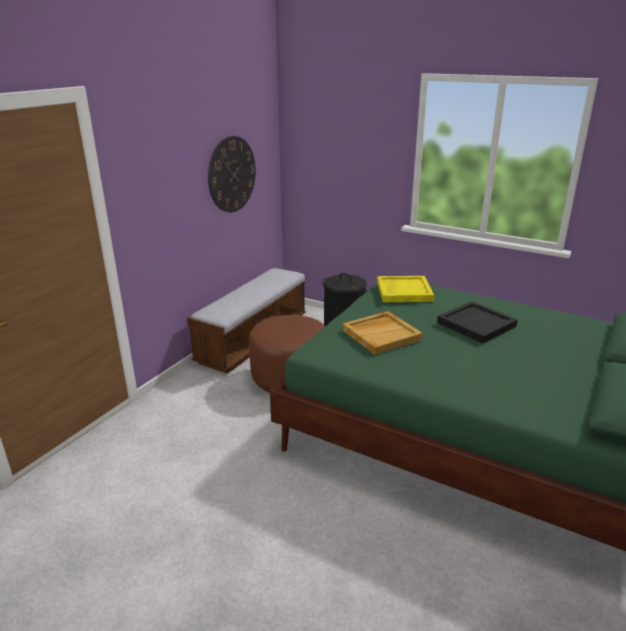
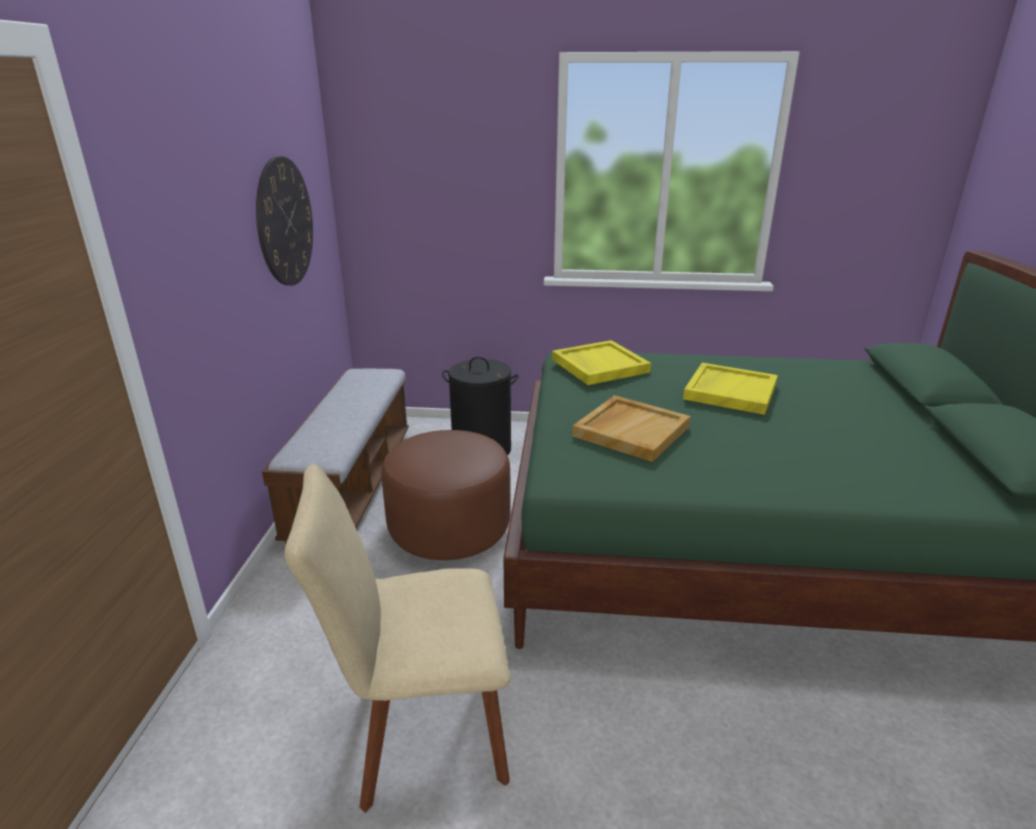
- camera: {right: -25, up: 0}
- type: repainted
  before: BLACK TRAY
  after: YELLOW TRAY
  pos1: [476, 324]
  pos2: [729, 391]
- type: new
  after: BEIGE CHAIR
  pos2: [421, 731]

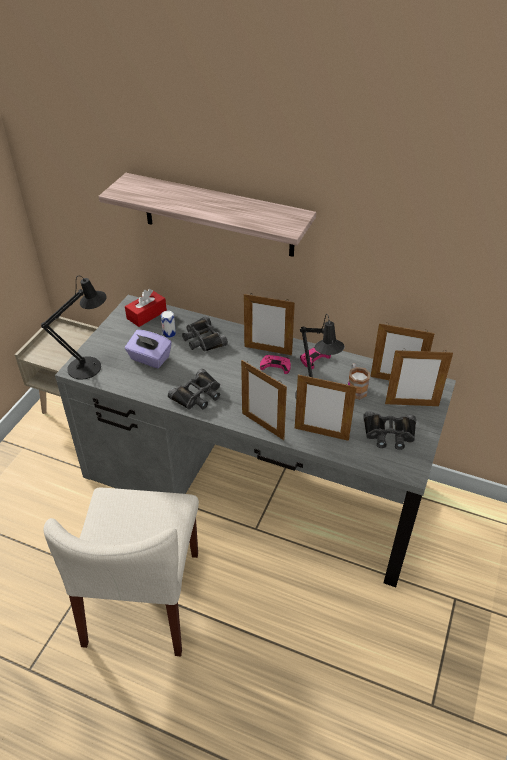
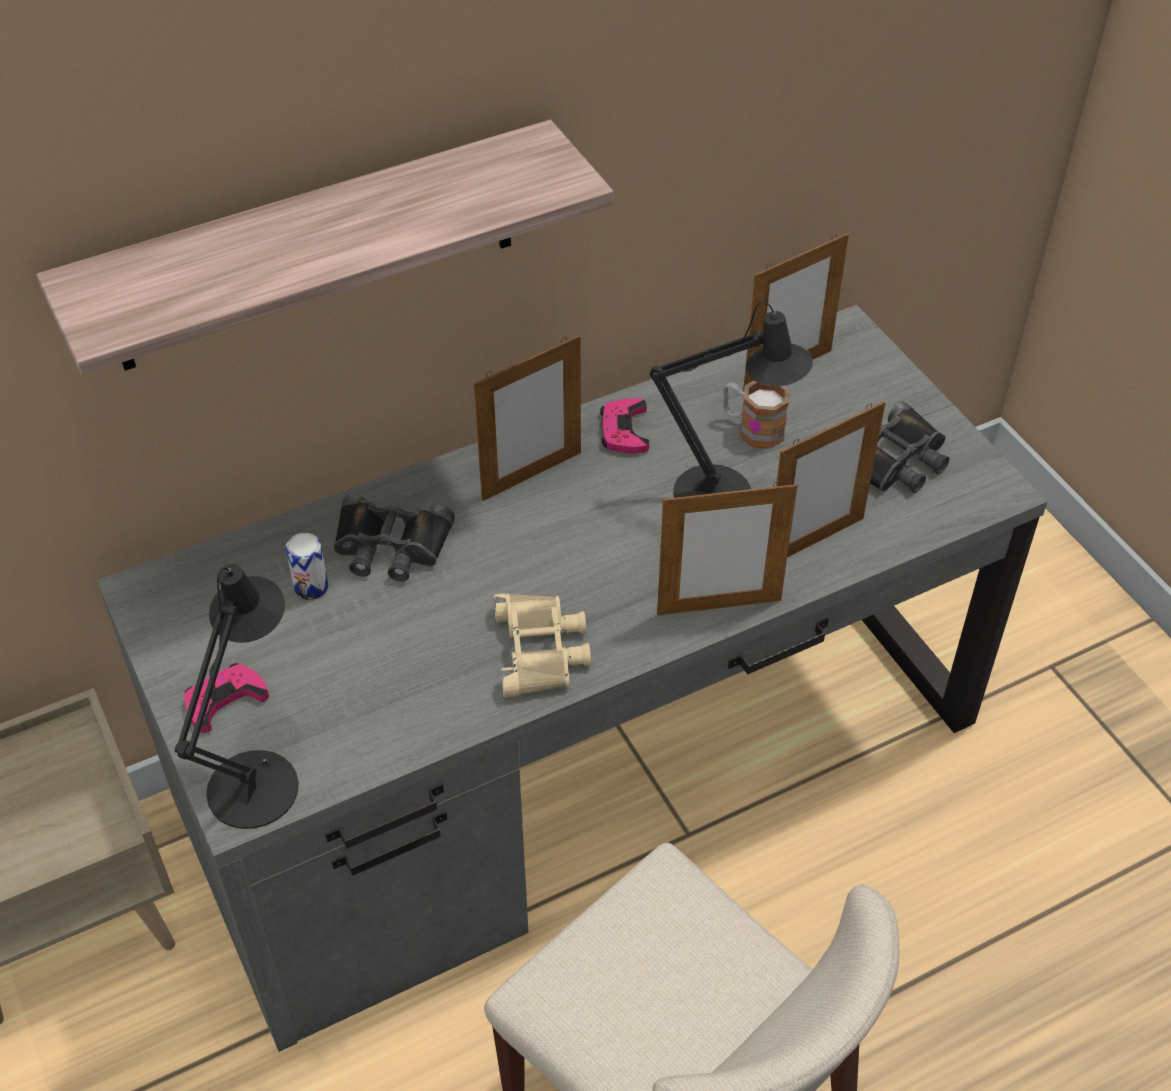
- camera: {right: -50, up: 5}
- type: gone
  before: RED TISSUE BOX
  pos1: [146, 314]
- type: gone
  before: PURPLE TISSUE BOX
  pos1: [149, 359]
- type: gone
  before: PICTURE FRAME
  pos1: [411, 404]
- type: shifted
  before: PINK GAME CONTROLLER
  pos1: [275, 366]
  pos2: [224, 700]
- type: repainted
  before: BLACK BINOCULARS
  after: BEIGE BINOCULARS
  pos1: [198, 395]
  pos2: [541, 649]

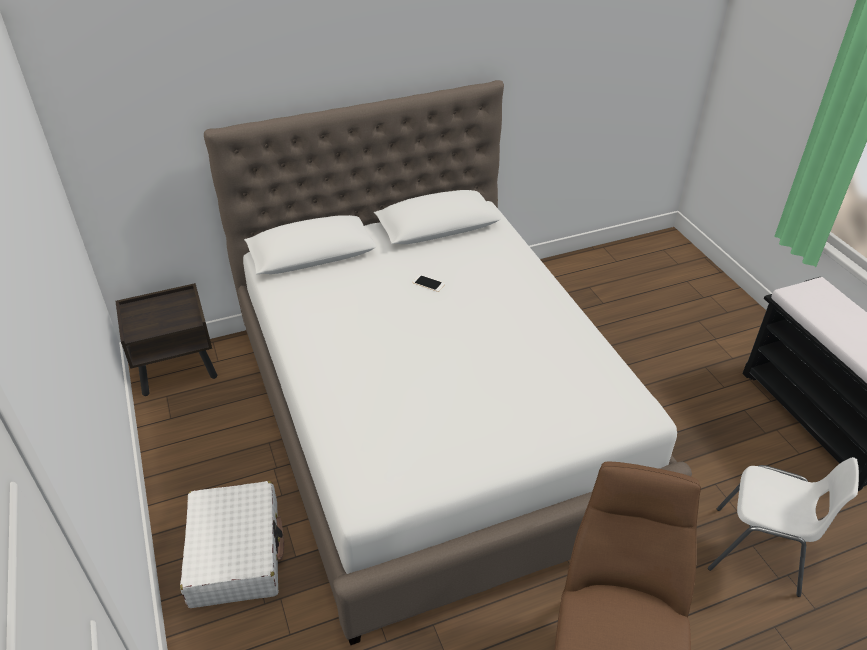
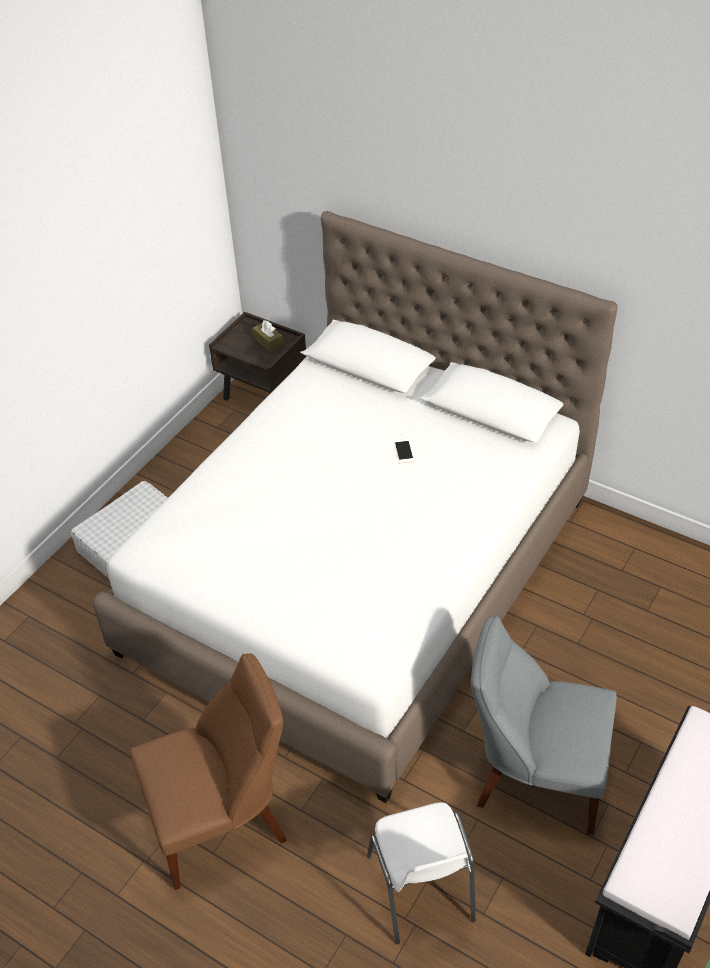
- camera: {right: 55, up: 5}
- type: new
  after: BROWN TISSUE BOX
  pos2: [268, 342]
- type: new
  after: GREY CHAIR
  pos2: [534, 776]

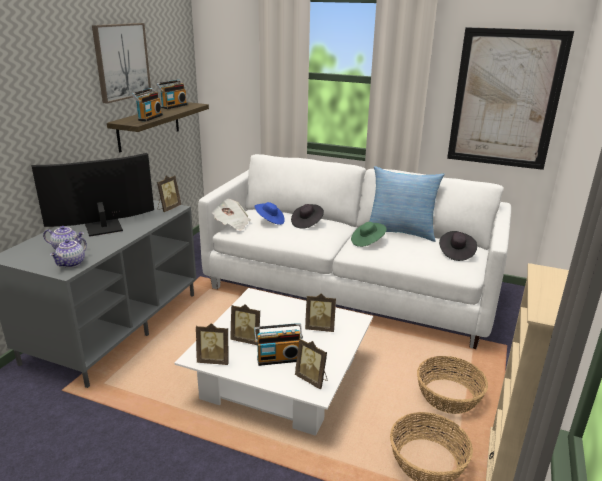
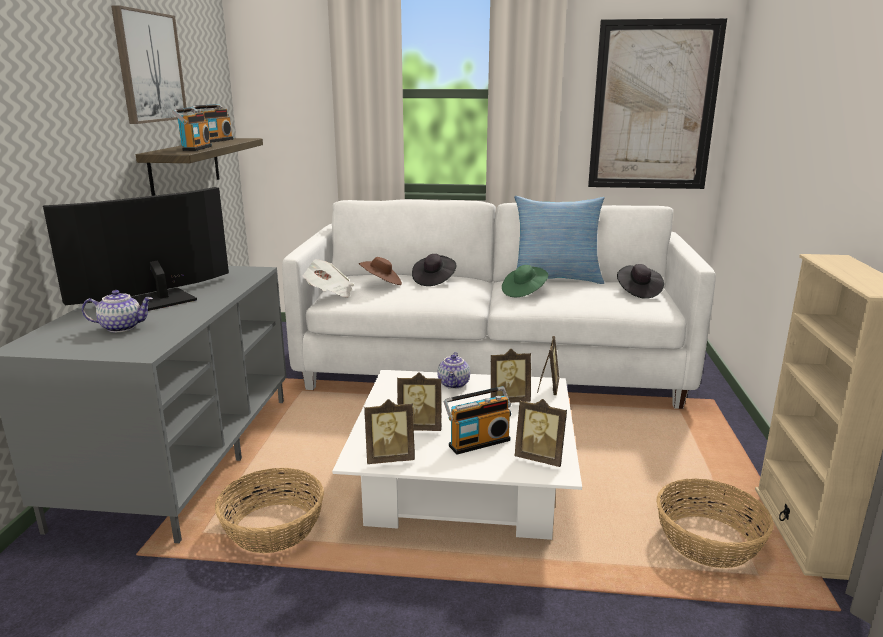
- camera: {right: -15, up: -5}
- type: shifted
  before: PICTURE FRAME
  pos1: [168, 208]
  pos2: [548, 388]
- type: repainted
  before: BLUE HAT
  after: BROWN HAT
  pos1: [270, 221]
  pos2: [381, 283]
- type: shifted
  before: TEAPOT
  pos1: [72, 264]
  pos2: [454, 384]
- type: shifted
  before: BASKET
  pos1: [449, 396]
  pos2: [274, 528]

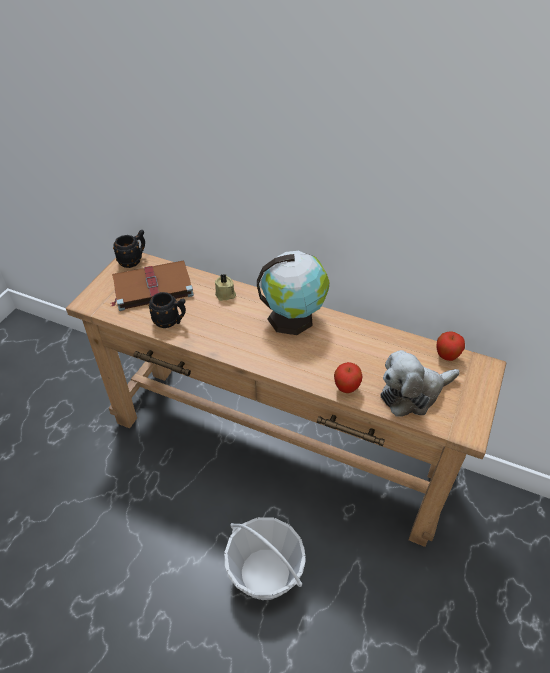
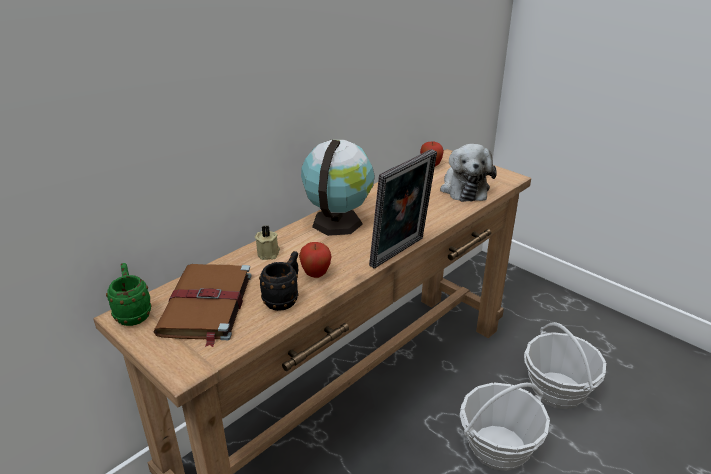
- camera: {right: -70, up: -15}
- type: repainted
  before: BLACK MUG
  after: GREEN MUG
  pos1: [133, 260]
  pos2: [133, 313]
- type: shifted
  before: APPLE
  pos1: [346, 388]
  pos2: [316, 275]
- type: new
  after: PICTURE FRAME
  pos2: [400, 253]
- type: new
  after: BASKET
  pos2: [557, 390]

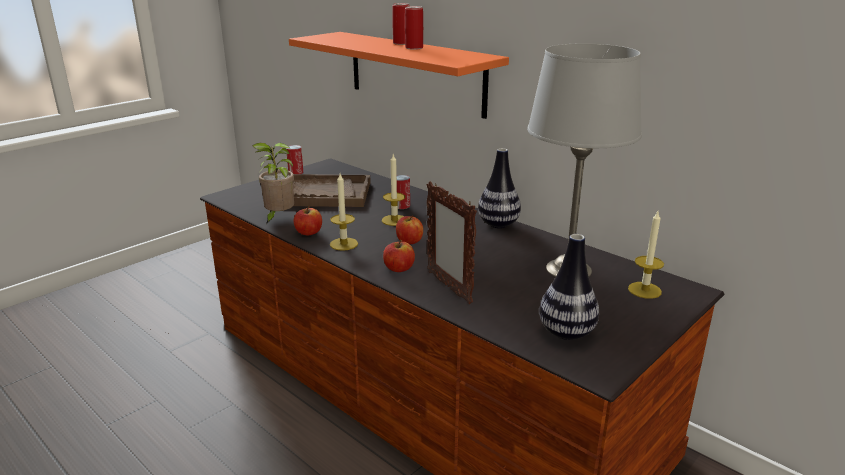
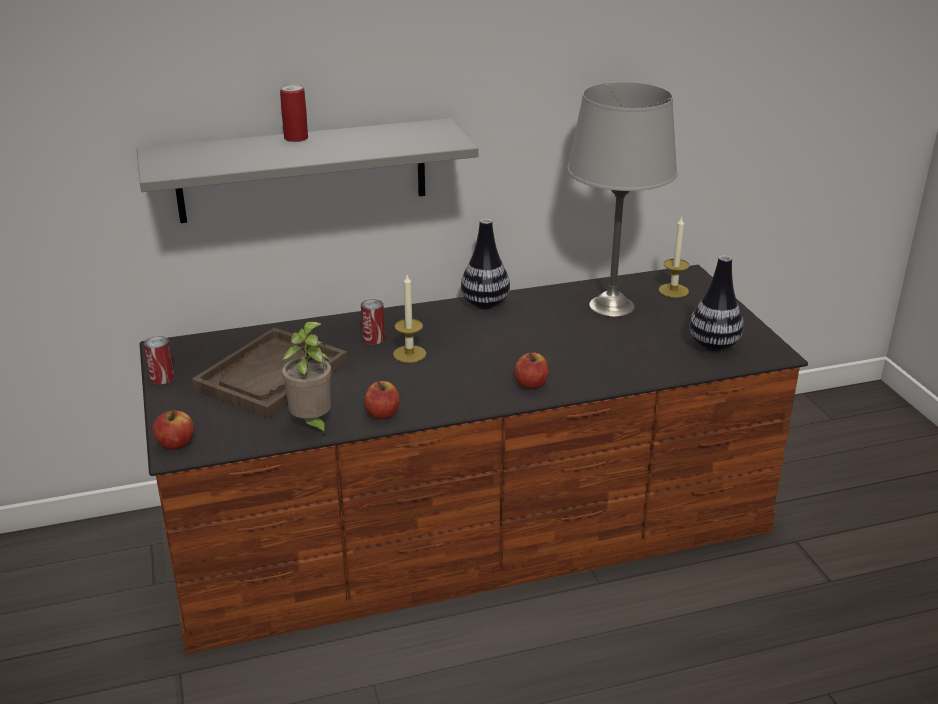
- camera: {right: -60, up: 5}
- type: gone
  before: CAN
  pos1: [414, 48]
- type: repainted
  before: ORANGE SHELF
  after: GREY SHELF
  pos1: [415, 73]
  pos2: [302, 170]
- type: gone
  before: CANDLE
  pos1: [344, 244]
- type: gone
  before: PICTURE FRAME
  pos1: [449, 287]
- type: shifted
  before: APPLE
  pos1: [409, 241]
  pos2: [176, 443]

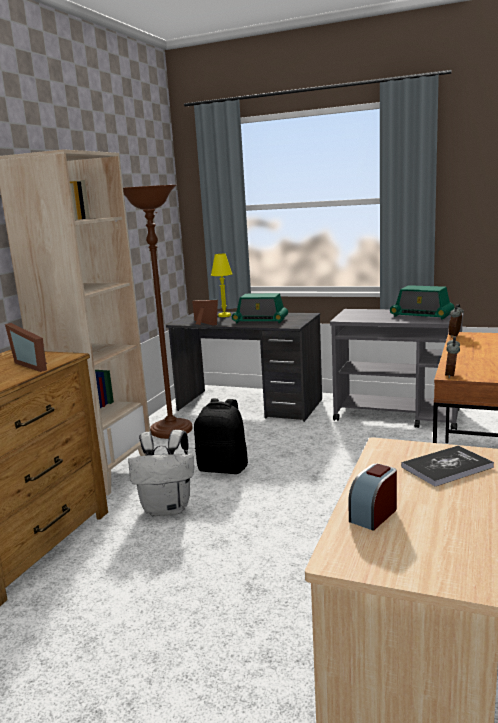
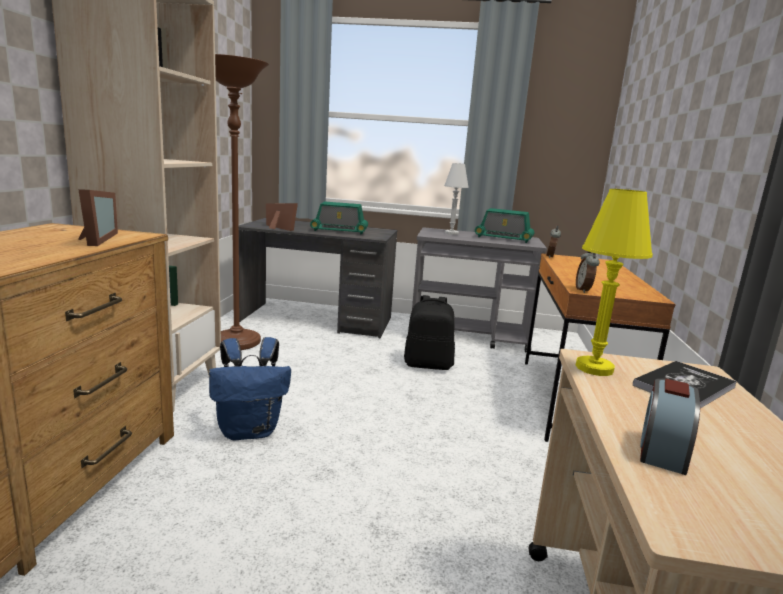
- camera: {right: -15, up: 0}
- type: shifted
  before: YELLOW TABLE LAMP
  pos1: [224, 315]
  pos2: [594, 368]
- type: rotated
  before: PICTURE FRAME
  pos1: [34, 364]
  pos2: [93, 239]
  turn: -135
- type: shifted
  before: BLACK BACKPACK
  pos1: [223, 468]
  pos2: [428, 365]
- type: repainted
  before: WHITE BACKPACK
  after: BLUE BACKPACK
  pos1: [168, 508]
  pos2: [250, 431]
- type: new
  after: WHITE TABLE LAMP
  pos2: [451, 233]

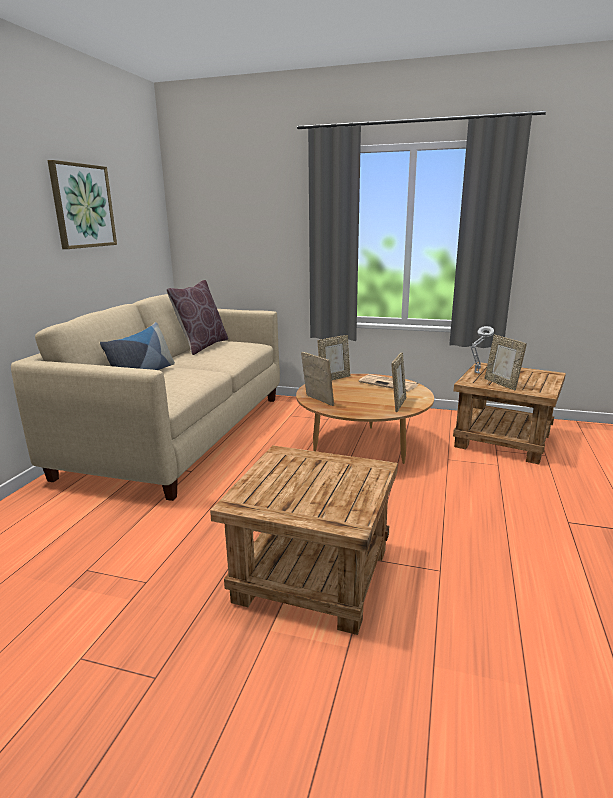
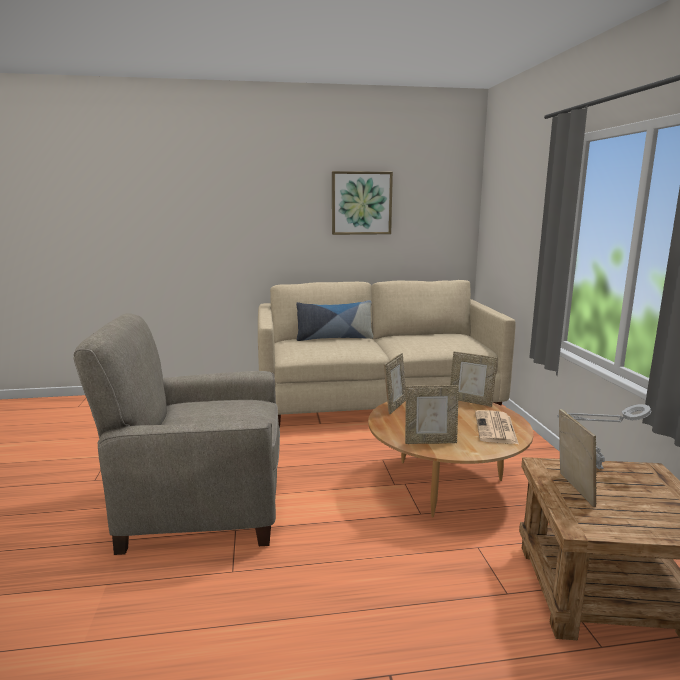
- camera: {right: 65, up: -5}
- type: gone
  before: BROWN PILLOW
  pos1: [202, 346]
- type: rotated
  before: PICTURE FRAME
  pos1: [501, 384]
  pos2: [572, 489]
  turn: 135
- type: swapped
  before: BROWN SIDE TABLE
  after: BEIGE ARMCHAIR
  pos1: [311, 575]
  pos2: [202, 506]

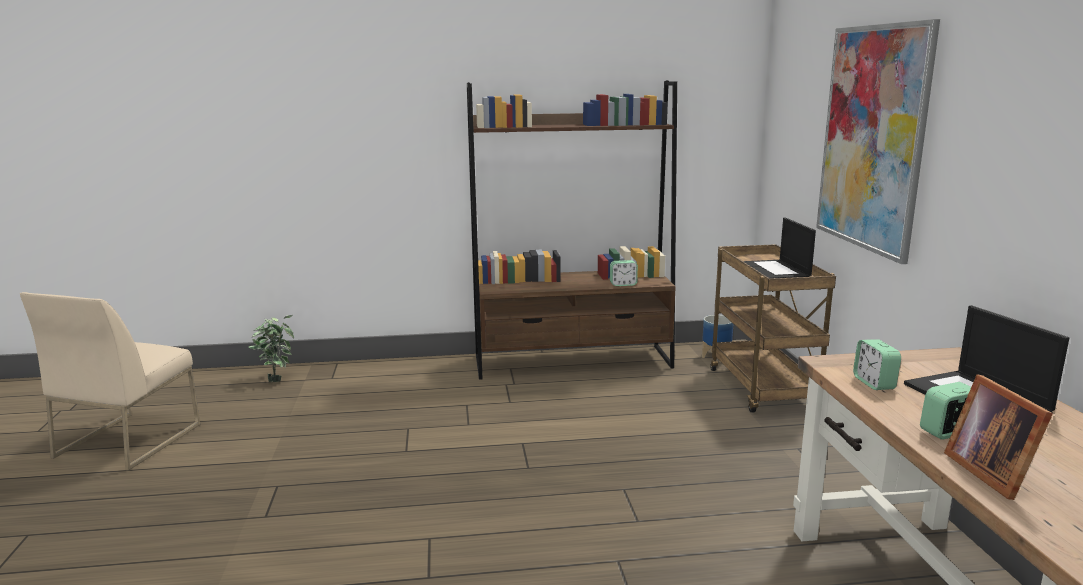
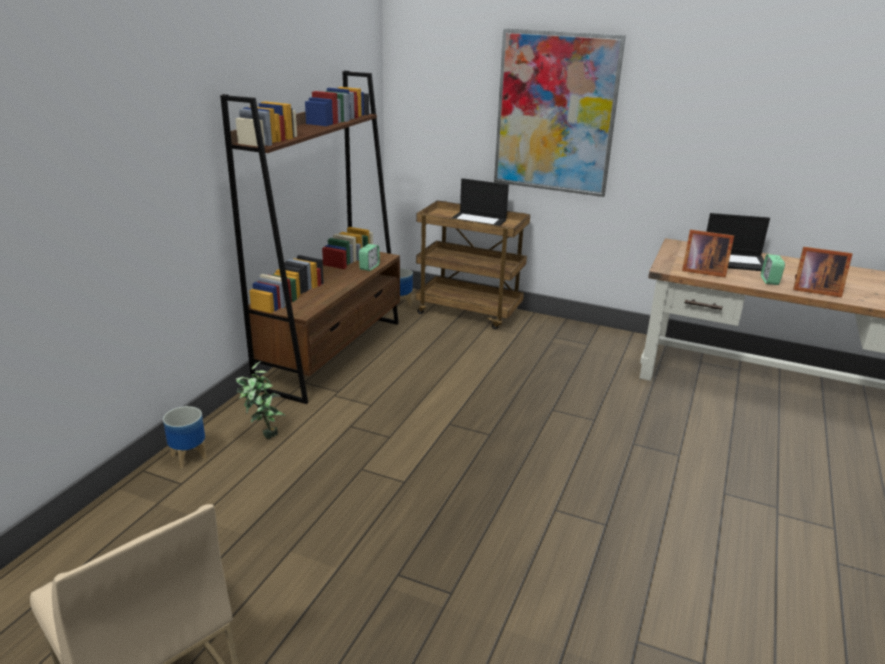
- camera: {right: -60, up: 10}
- type: shifted
  before: POTTED PLANT
  pos1: [276, 379]
  pos2: [263, 434]
- type: swapped
  before: ALARM CLOCK
  after: PICTURE FRAME
  pos1: [874, 383]
  pos2: [702, 271]
- type: new
  after: PLANTER
  pos2: [188, 457]

